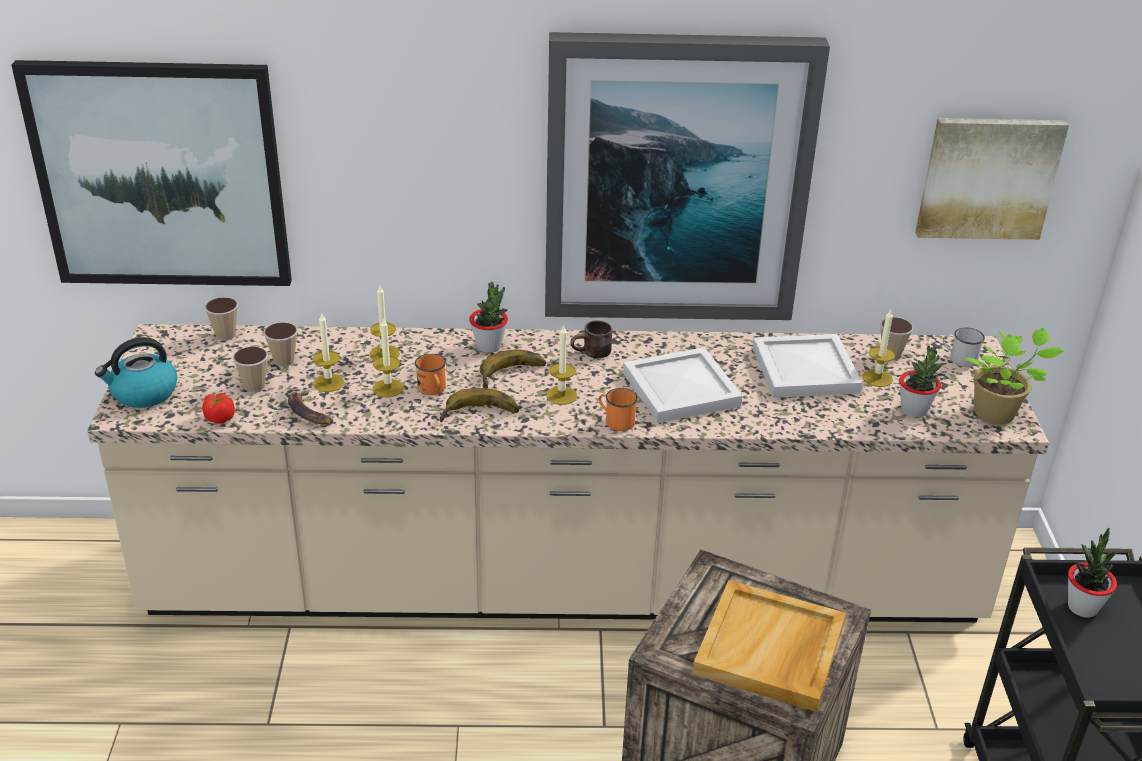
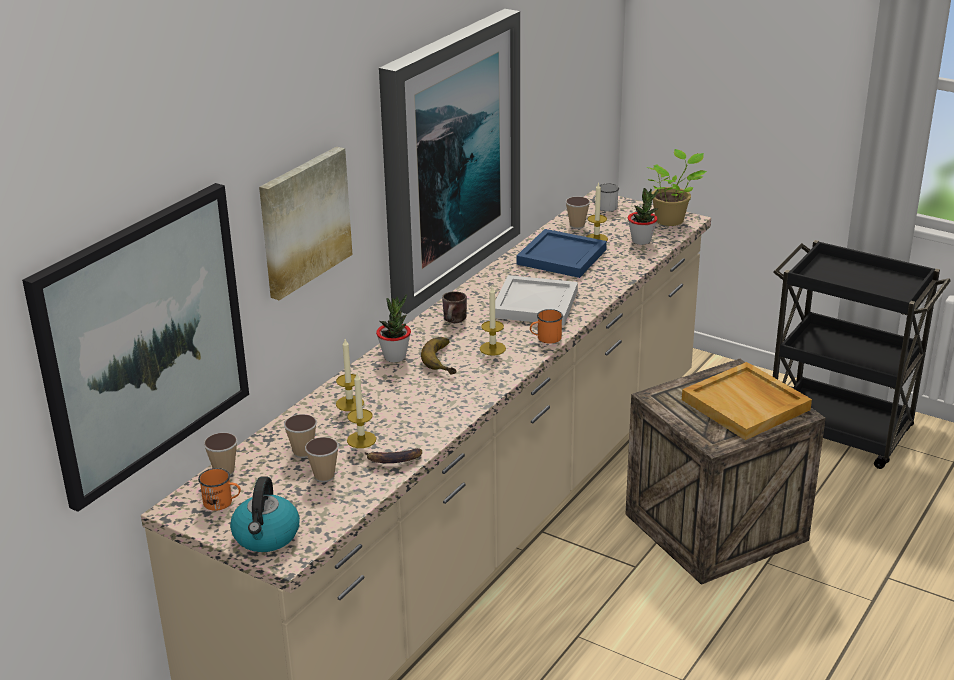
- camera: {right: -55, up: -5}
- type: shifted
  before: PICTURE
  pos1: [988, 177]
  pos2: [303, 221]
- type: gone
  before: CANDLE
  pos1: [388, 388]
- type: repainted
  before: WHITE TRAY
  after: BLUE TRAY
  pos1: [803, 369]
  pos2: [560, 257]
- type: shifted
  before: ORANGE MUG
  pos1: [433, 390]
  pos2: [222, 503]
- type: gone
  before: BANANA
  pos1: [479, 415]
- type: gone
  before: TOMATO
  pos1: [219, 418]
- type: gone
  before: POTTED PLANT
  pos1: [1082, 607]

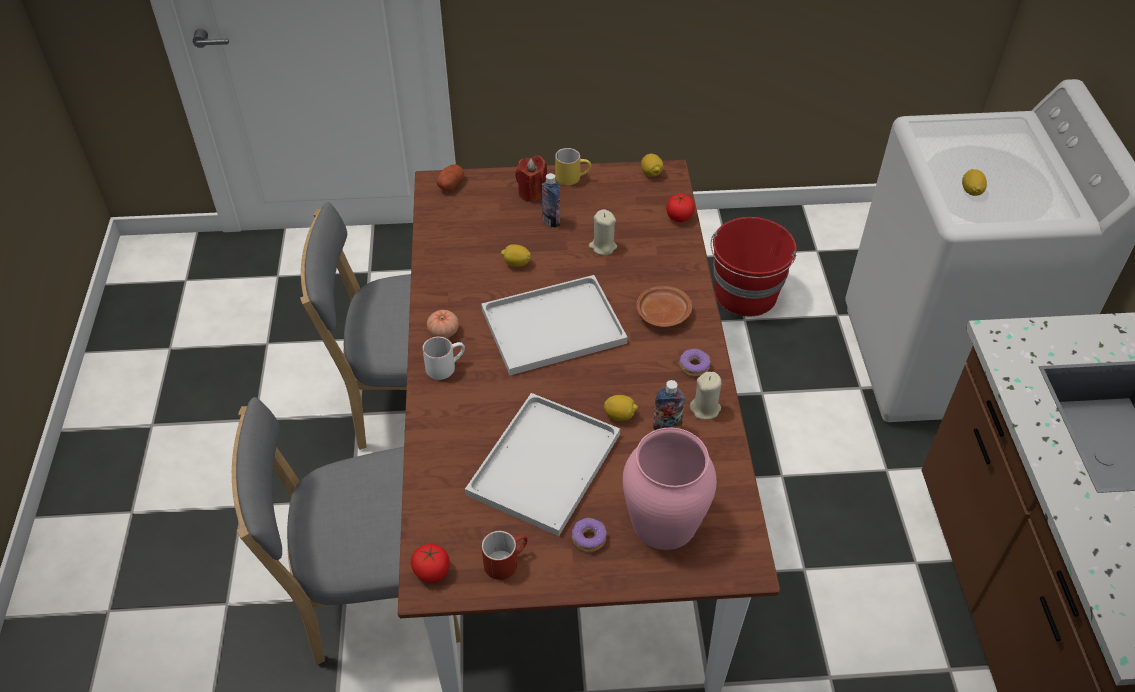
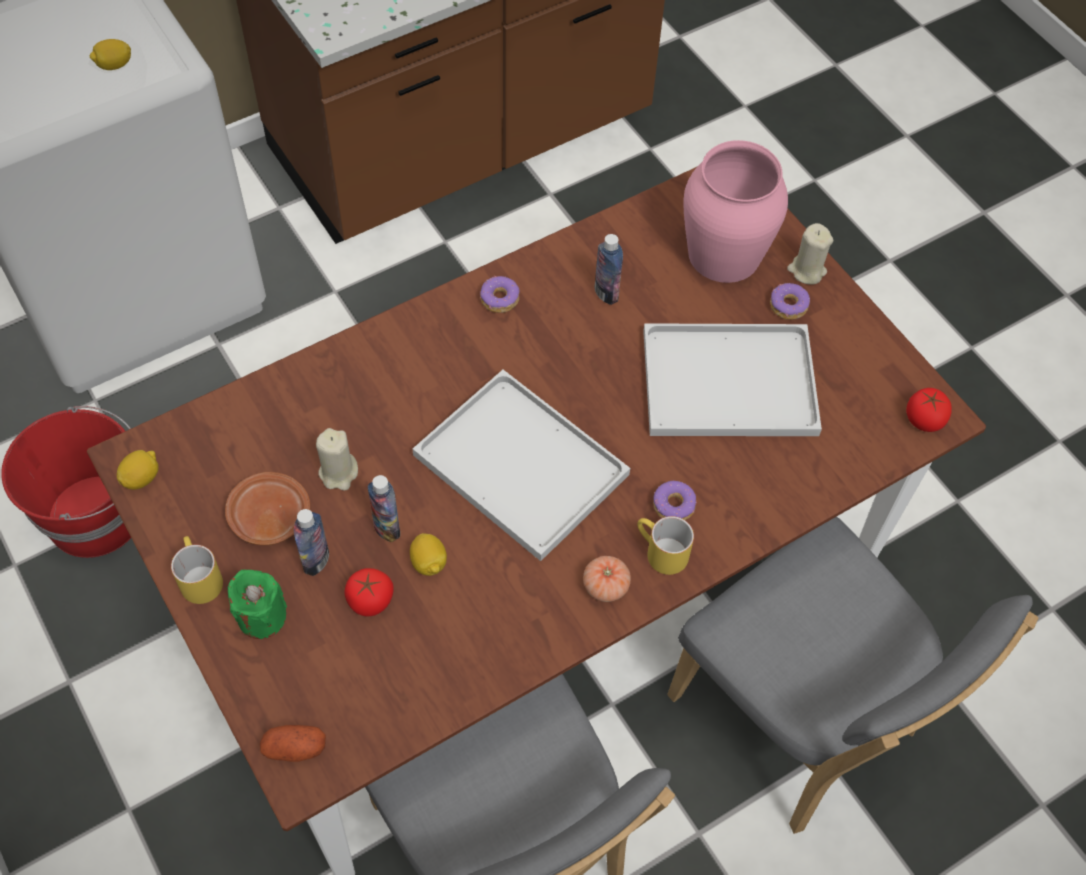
- camera: {right: -120, up: 10}
- type: repainted
  before: RED CANDLE
  after: GREEN CANDLE
  pos1: [532, 193]
  pos2: [261, 616]
- type: shifted
  before: TOMATO
  pos1: [679, 217]
  pos2: [370, 600]
- type: shifted
  before: BROWN PLATE
  pos1: [663, 313]
  pos2: [268, 516]
- type: repainted
  before: WHITE MUG
  after: YELLOW MUG
  pos1: [445, 366]
  pos2: [659, 552]
- type: shifted
  before: BEIGE CANDLE
  pos1: [705, 408]
  pos2: [806, 270]
- type: gone
  before: LEMON
  pos1: [620, 415]
- type: gone
  before: RED MUG
  pos1: [506, 560]
- type: new
  after: BOTTLE
  pos2: [386, 528]
- type: new
  after: DONUT
  pos2: [674, 506]

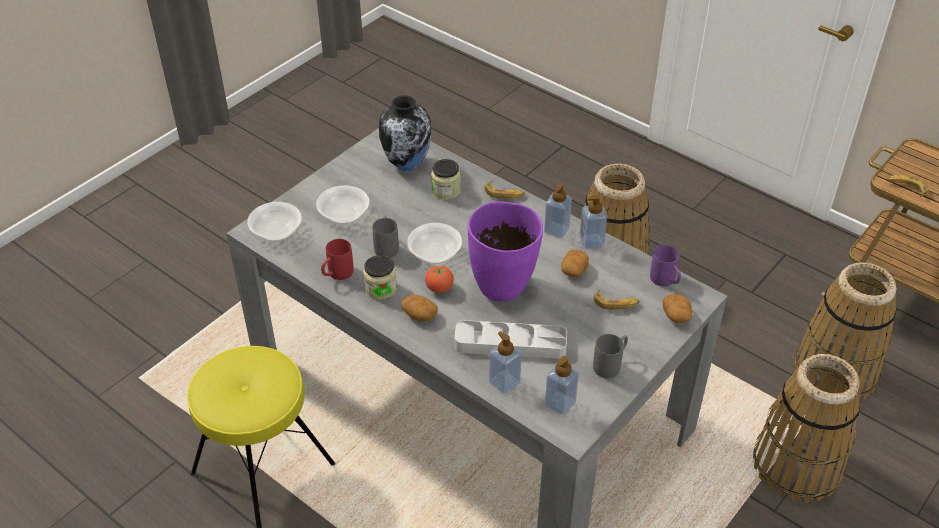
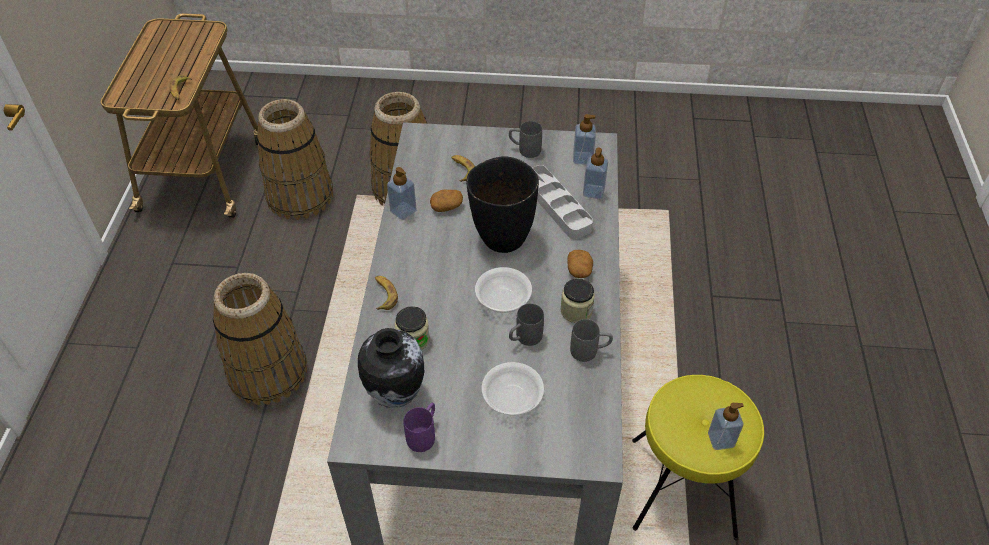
- camera: {right: -125, up: 5}
- type: shifted
  before: SOAP DISPENSER
  pos1: [556, 230]
  pos2: [721, 439]
- type: gone
  before: BOWL
  pos1: [276, 231]
- type: repainted
  before: PURPLE VASE
  after: BLACK VASE
  pos1: [502, 286]
  pos2: [502, 238]
- type: repainted
  before: RED MUG
  after: GREY MUG
  pos1: [336, 275]
  pos2: [590, 351]
- type: shifted
  before: PURPLE MUG
  pos1: [665, 281]
  pos2: [424, 434]
- type: gone
  before: TOMATO
  pos1: [439, 288]
- type: gone
  before: POTATO
  pos1: [676, 316]

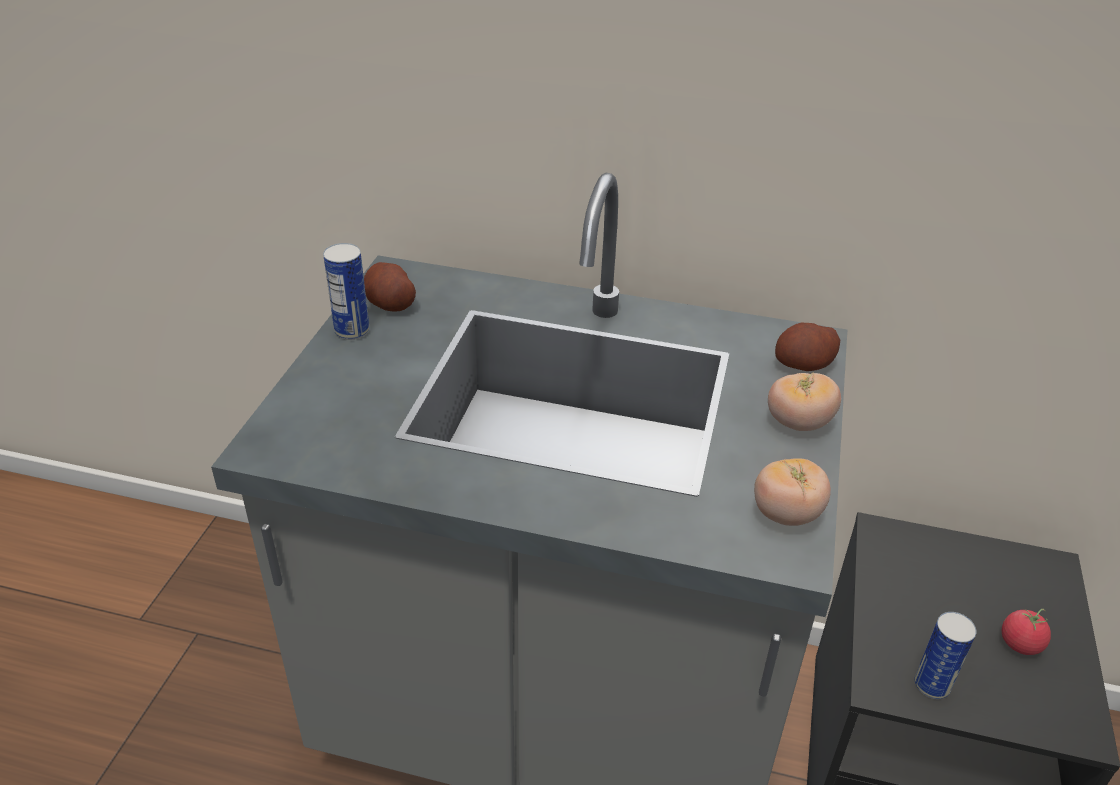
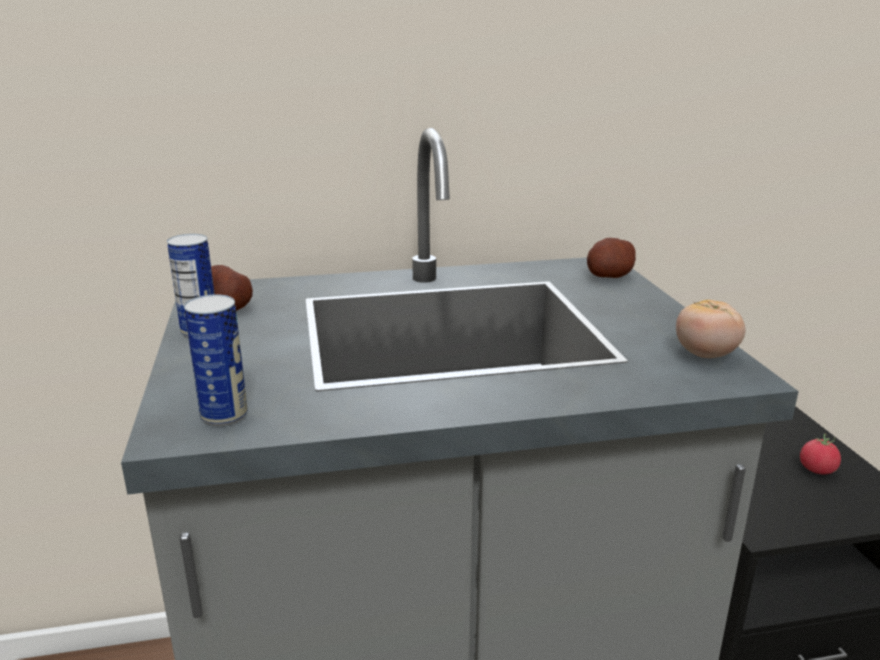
- camera: {right: -25, up: -15}
- type: gone
  before: TOMATO
  pos1: [798, 423]
- type: shifted
  before: CAN
  pos1: [932, 685]
  pos2: [224, 415]

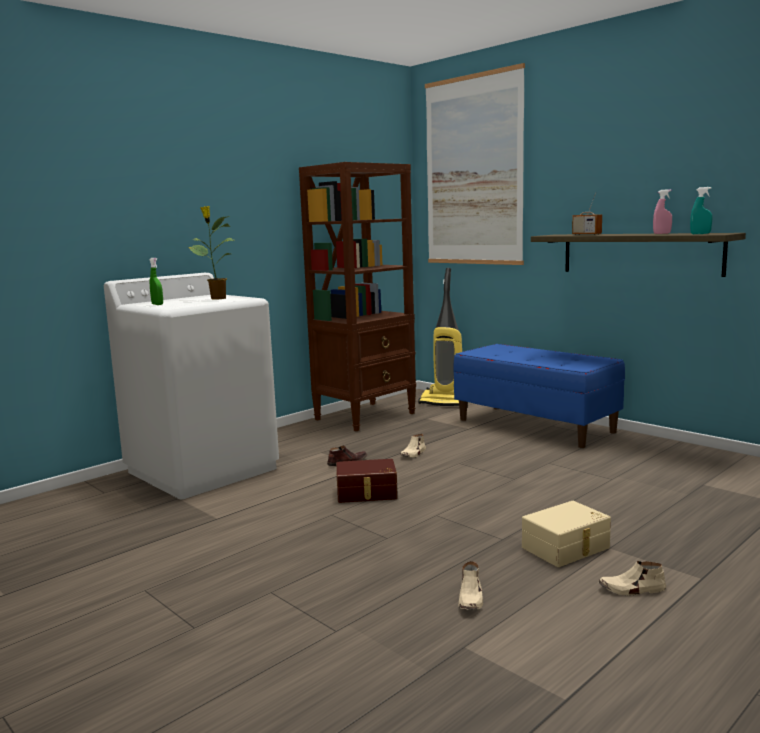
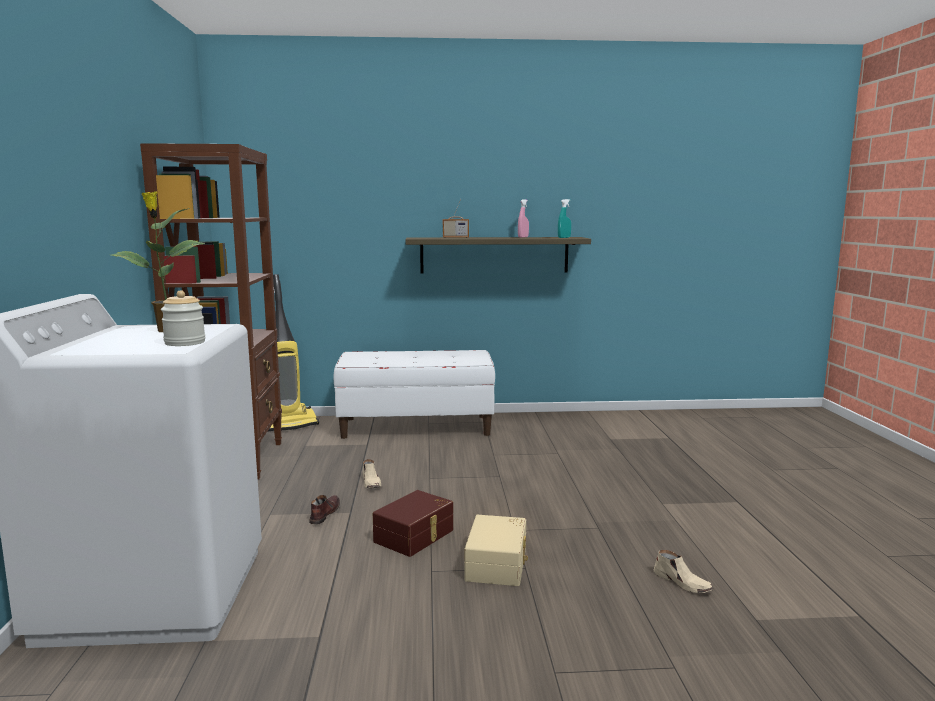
- camera: {right: -50, up: 0}
- type: gone
  before: PICTURE
  pos1: [473, 171]
- type: gone
  before: GREEN SPRAY BOTTLE
  pos1: [157, 304]
- type: repainted
  before: BLUE BENCH
  after: WHITE BENCH
  pos1: [535, 426]
  pos2: [416, 426]
- type: shifted
  before: BEIGE STORAGE BOX
  pos1: [567, 548]
  pos2: [498, 564]
- type: gone
  before: BEIGE SHOE
  pos1: [632, 589]
- type: new
  after: JAR
  pos2: [185, 343]

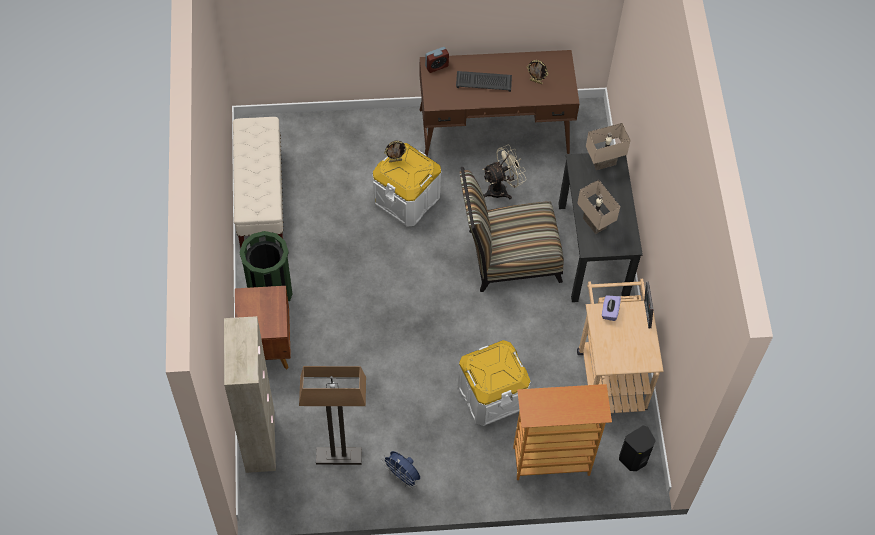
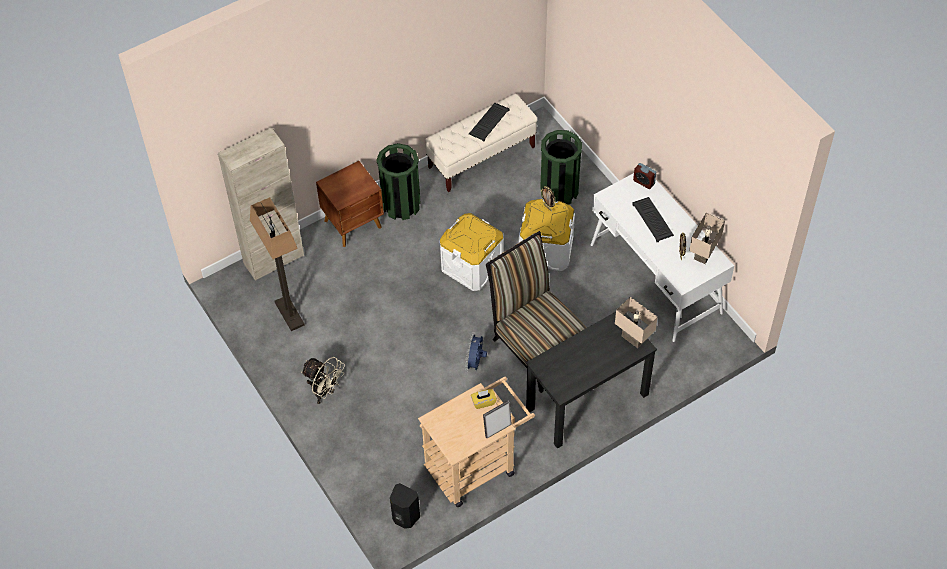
- camera: {right: 65, up: -5}
- type: repainted
  before: BROWN DESK
  after: WHITE DESK
  pos1: [494, 131]
  pos2: [655, 278]
- type: shifted
  before: BEIGE FAN
  pos1: [501, 189]
  pos2: [325, 392]
- type: shifted
  before: BEIGE TABLE LAMP
  pos1: [595, 223]
  pos2: [704, 255]
- type: repainted
  before: PURPLE TISSUE BOX
  after: YELLOW TISSUE BOX
  pos1: [609, 311]
  pos2: [483, 402]
- type: shifted
  before: WHITE STORAGE BOX
  pos1: [491, 395]
  pos2: [472, 266]
- type: gone
  before: BOOKCASE
  pos1: [551, 461]
- type: shifted
  before: BLUE FAN
  pos1: [402, 476]
  pos2: [475, 363]
- type: new
  after: KEYBOARD
  pos2: [489, 122]
- type: new
  after: GREEN TRASH CAN
  pos2: [559, 191]

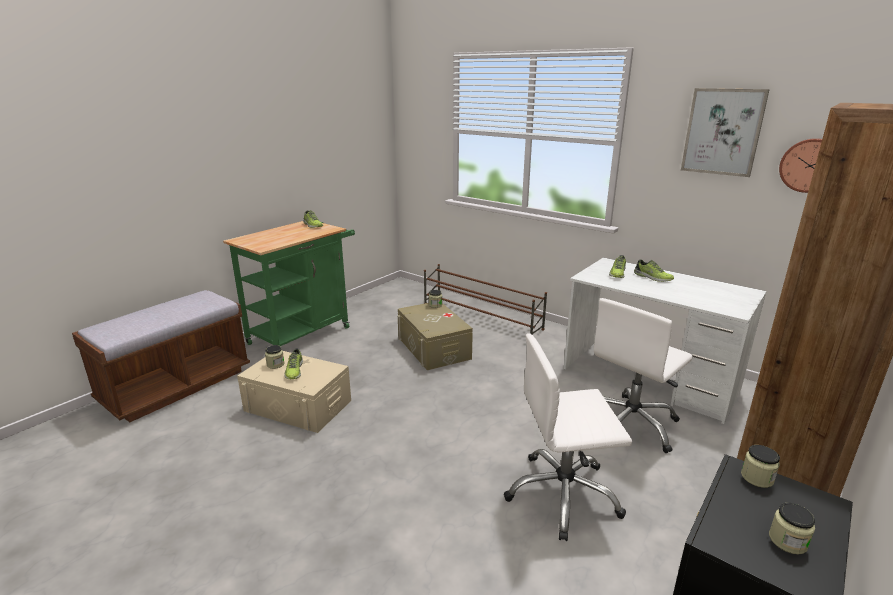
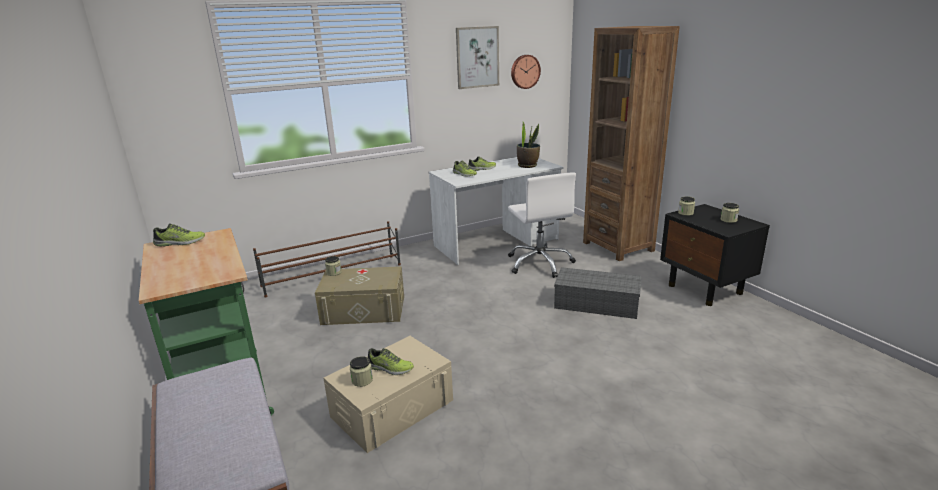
- camera: {right: -65, up: 0}
- type: swapped
  before: WHITE OFFICE CHAIR
  after: GREY STORAGE BOX
  pos1: [563, 495]
  pos2: [595, 304]
- type: new
  after: POTTED PLANT
  pos2: [527, 165]

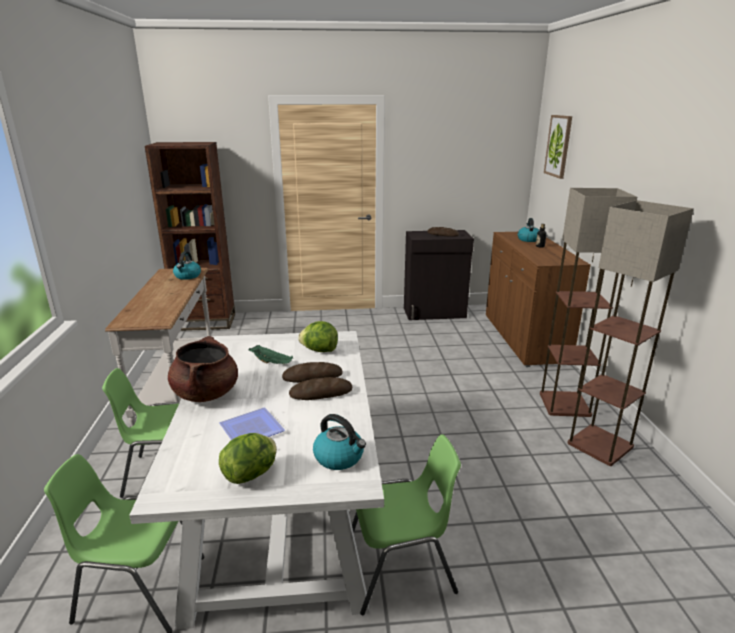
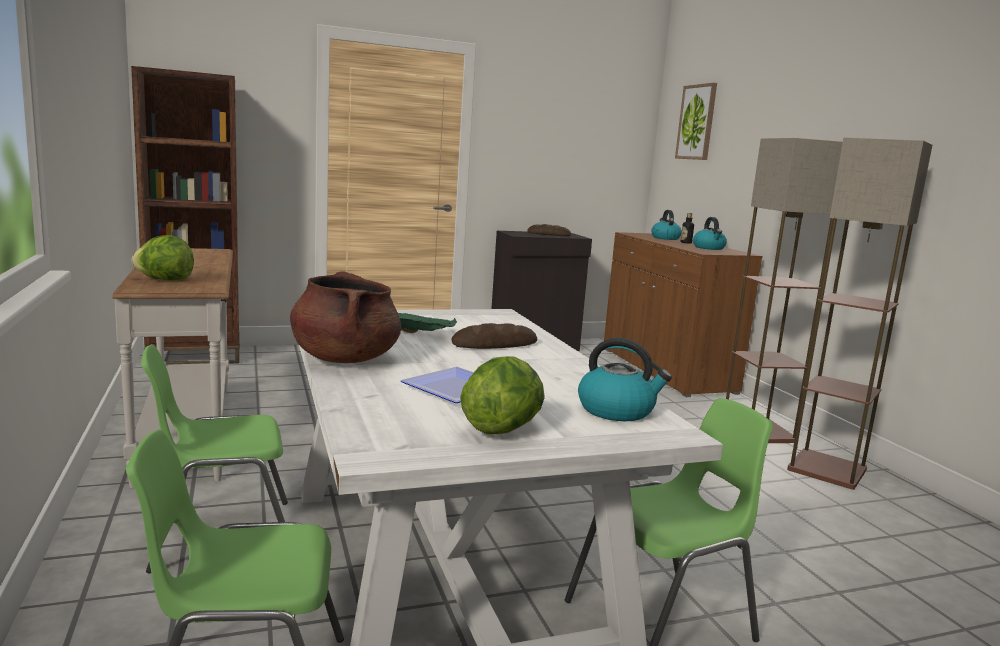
- camera: {right: -15, up: -10}
- type: shifted
  before: KETTLE
  pos1: [187, 276]
  pos2: [709, 248]
- type: shifted
  before: LETTUCE
  pos1: [319, 350]
  pos2: [165, 280]
- type: gone
  before: BREAD
  pos1: [321, 393]

